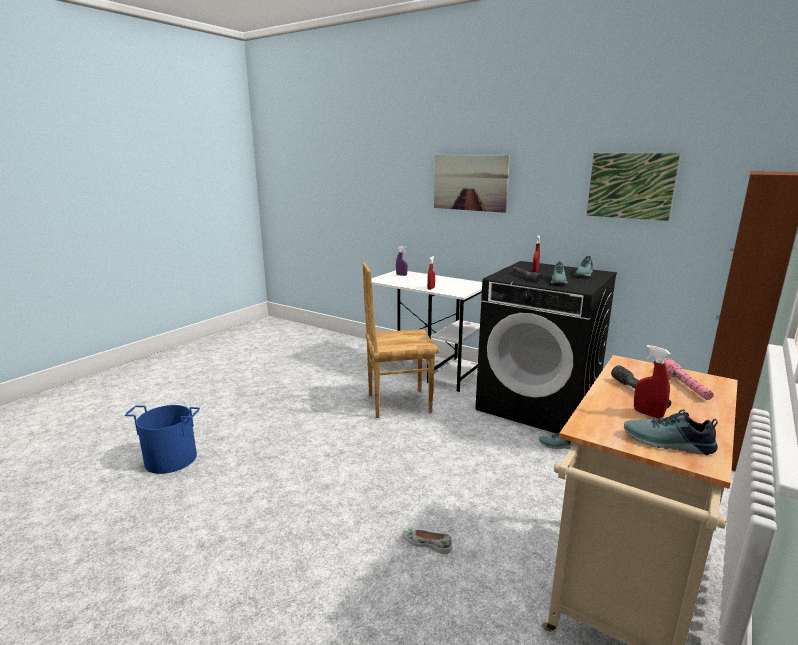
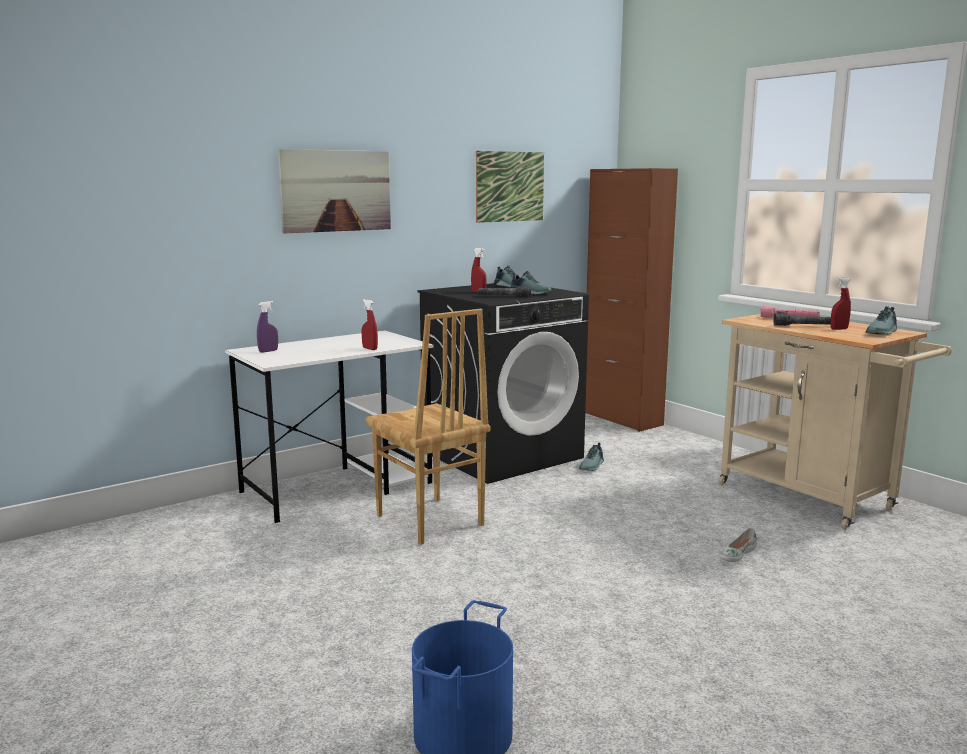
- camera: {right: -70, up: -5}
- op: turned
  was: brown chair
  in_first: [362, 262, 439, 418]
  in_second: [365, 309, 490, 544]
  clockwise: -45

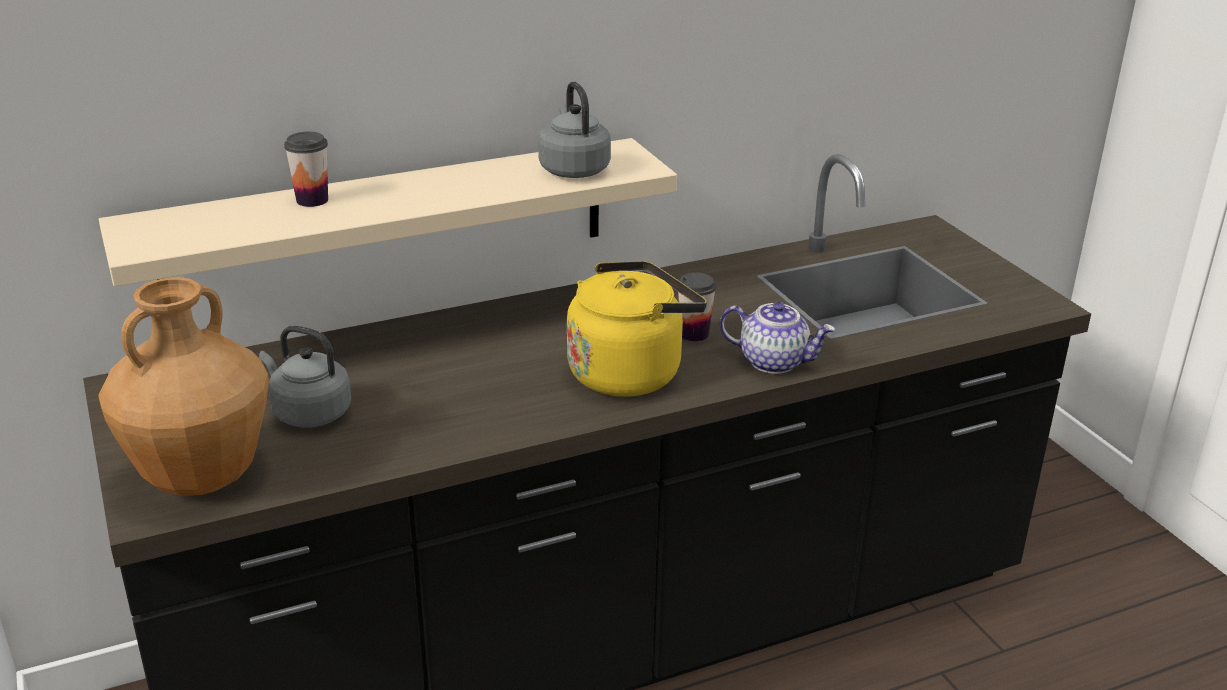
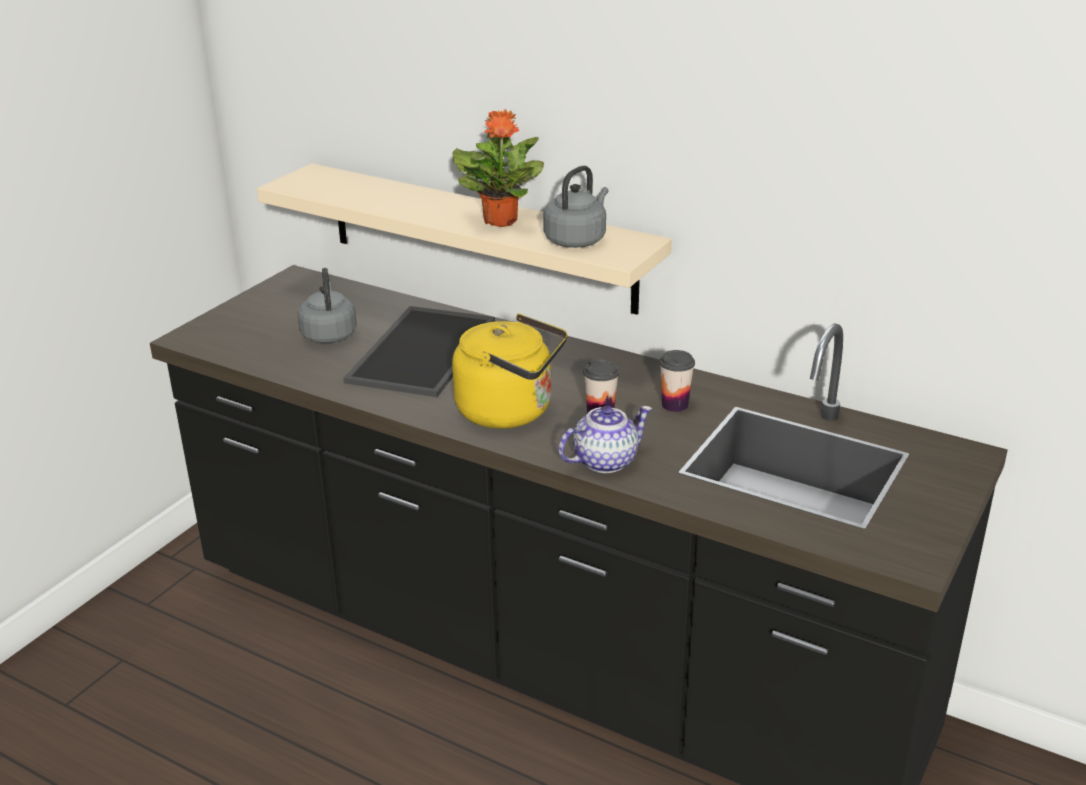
- camera: {right: 55, up: 0}
- op: added
  now: tray
  in_second: [344, 306, 495, 397]
- op: added
  now: potted plant
  in_second: [452, 109, 544, 227]
- op: turned
  was: teapot
  in_first: [720, 302, 835, 374]
  in_second: [558, 406, 652, 473]
  clockwise: -105
- op: moved
  was: cup
  in_first: [284, 132, 328, 207]
  in_second: [659, 350, 695, 412]
- op: removed
  was: brown vase
  in_first: [98, 277, 269, 496]

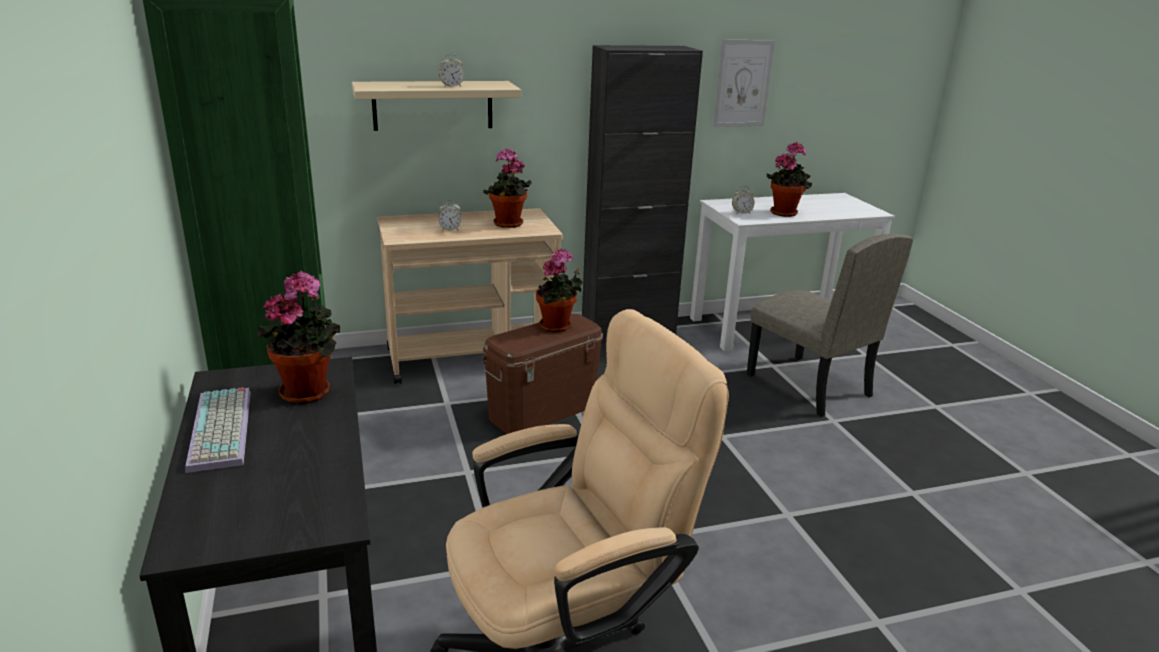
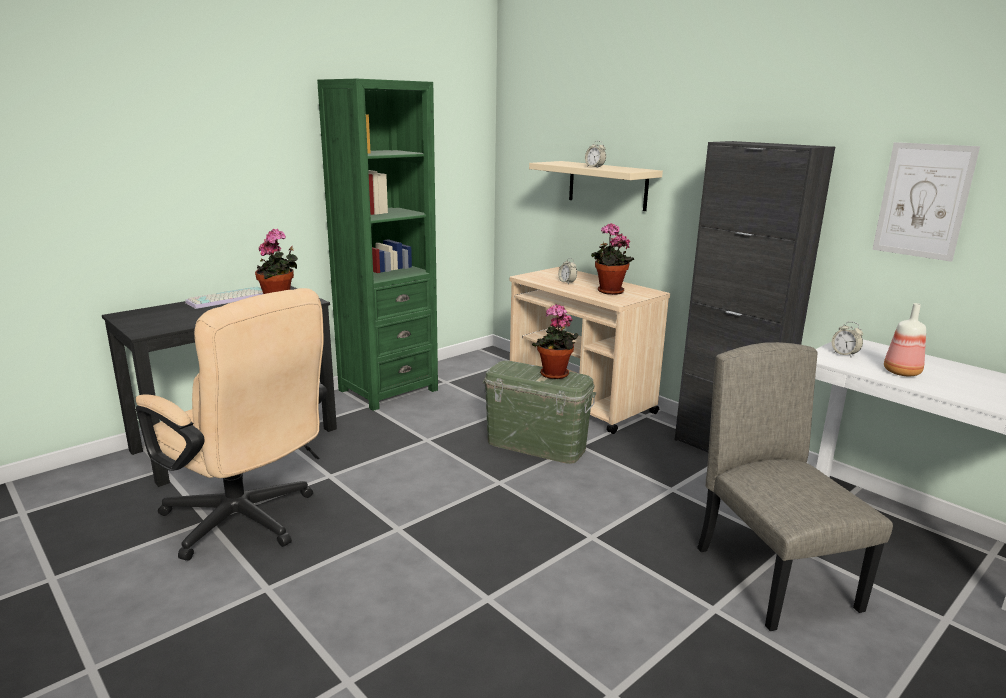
- camera: {right: 65, up: -5}
- op: recoloured
  was: brown storage box
  now: green storage box
  in_first: [482, 314, 603, 434]
  in_second: [483, 360, 596, 464]
- op: turned
  was: beige chair
  in_first: [747, 234, 913, 417]
  in_second: [697, 342, 893, 631]
  clockwise: 135
- op: replaced
  was: potted plant
  now: bottle
  in_first: [767, 142, 812, 217]
  in_second: [884, 303, 926, 376]

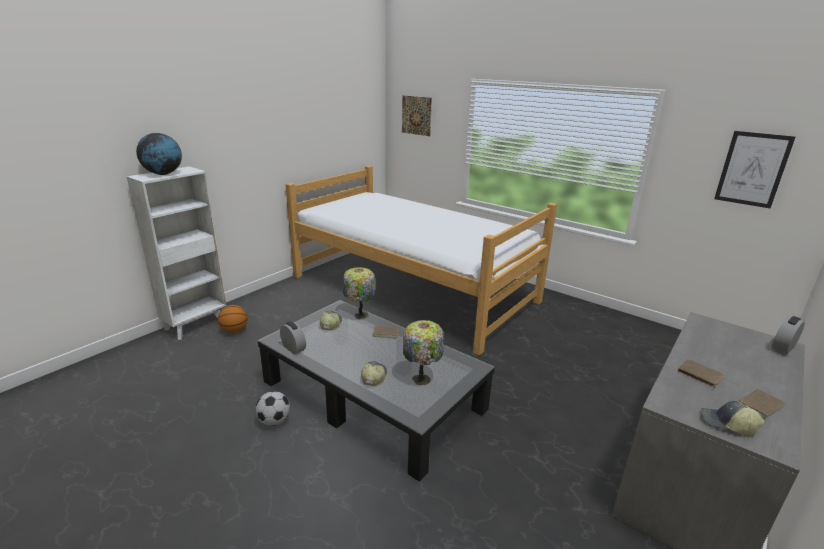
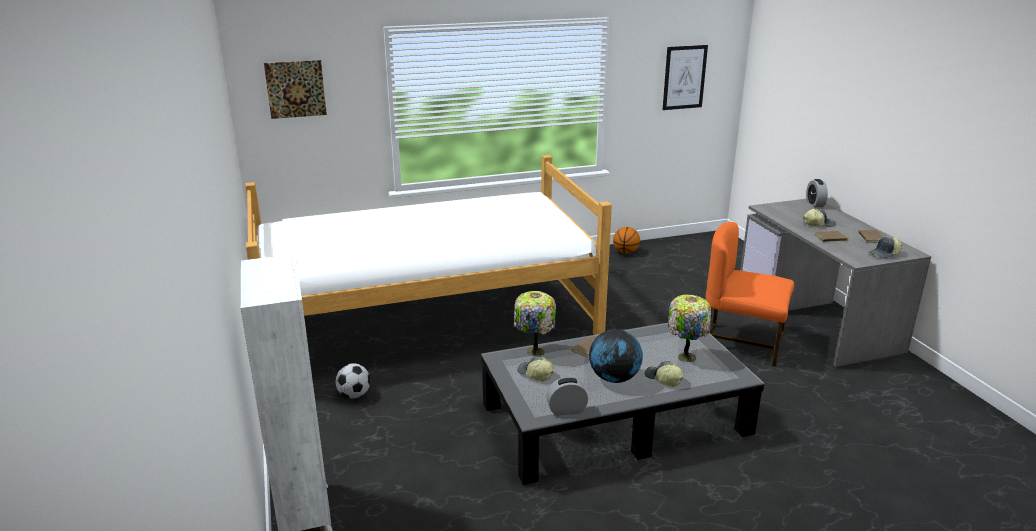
- camera: {right: -55, up: 0}
- op: moved
  was: football
  in_first: [255, 391, 290, 426]
  in_second: [335, 363, 370, 399]
- op: moved
  was: globe
  in_first: [136, 133, 182, 175]
  in_second: [589, 329, 643, 383]
- op: moved
  was: basketball
  in_first: [218, 305, 248, 333]
  in_second: [613, 227, 640, 254]
- op: added
  now: orange chair
  in_second: [705, 222, 794, 367]
- op: added
  now: cap
  in_second: [803, 208, 836, 227]

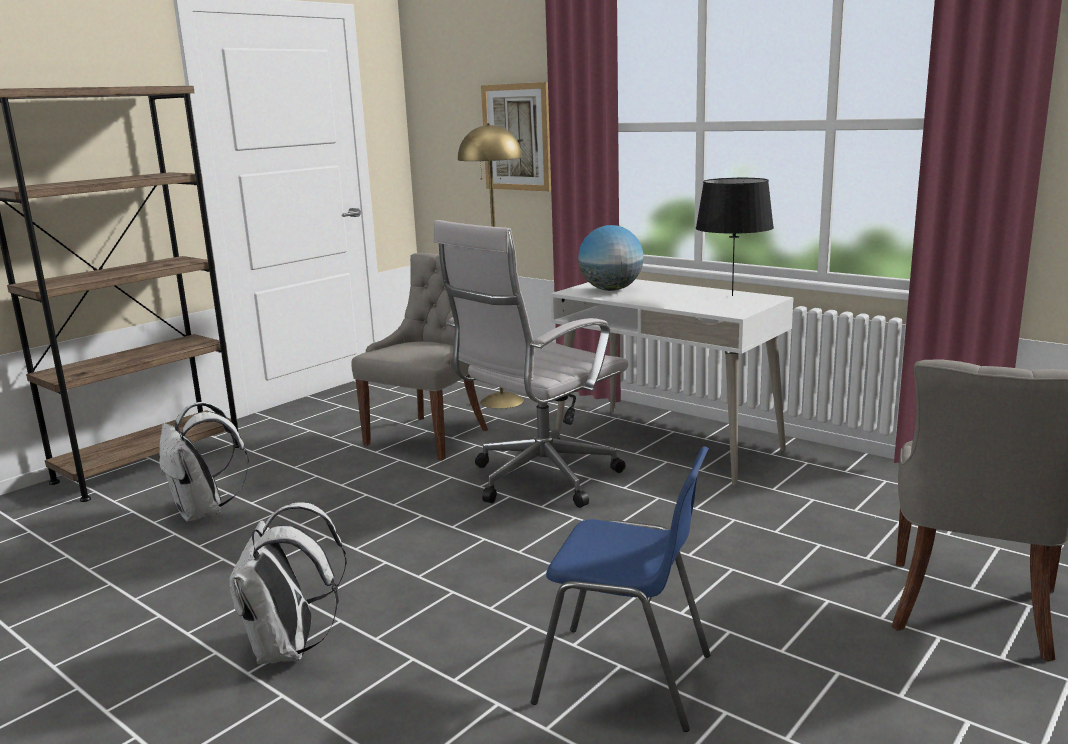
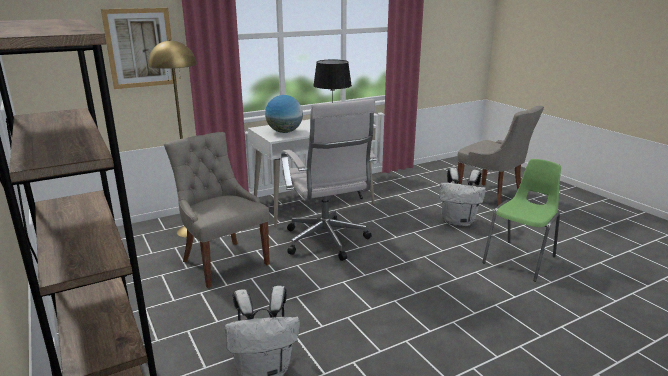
- camera: {right: -70, up: 5}
- op: moved
  was: white backpack
  in_first: [229, 502, 347, 664]
  in_second: [439, 168, 486, 226]
- op: recoloured
  was: blue chair
  now: green chair
  in_first: [531, 446, 710, 732]
  in_second: [482, 159, 561, 282]

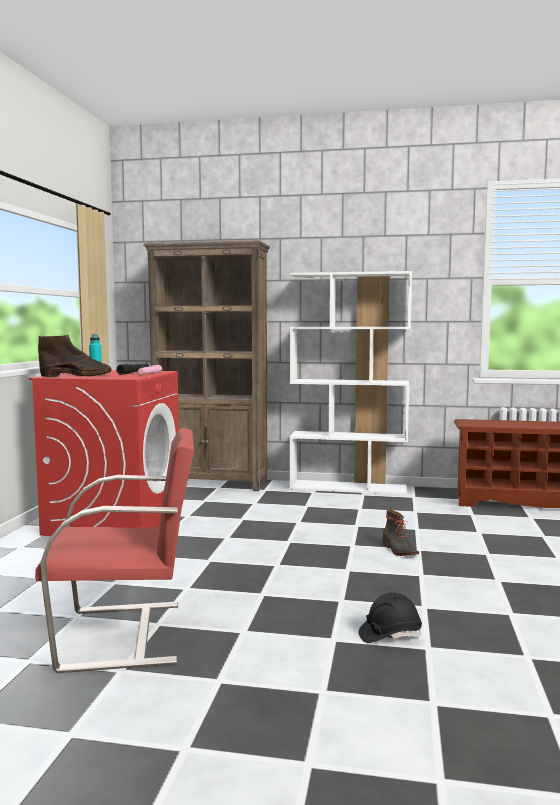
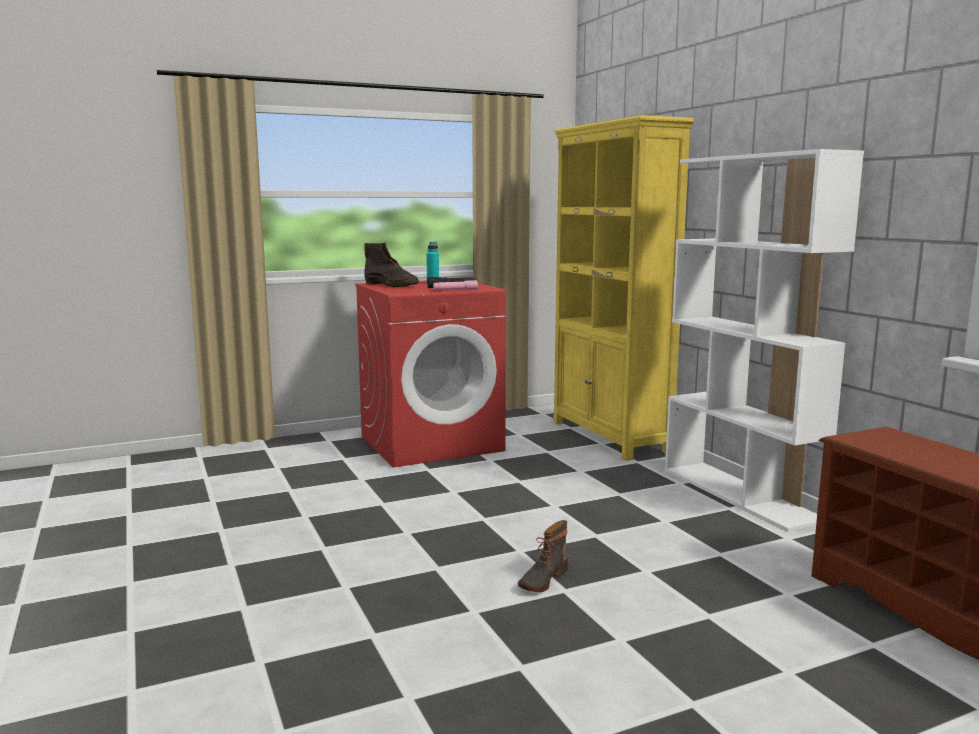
- camera: {right: 55, up: 5}
- op: recoloured
  was: brown bookcase
  now: yellow bookcase
  in_first: [143, 240, 270, 491]
  in_second: [553, 115, 694, 461]
- op: removed
  was: red chair
  in_first: [35, 428, 194, 673]
- op: removed
  was: black hard hat
  in_first: [359, 592, 422, 643]

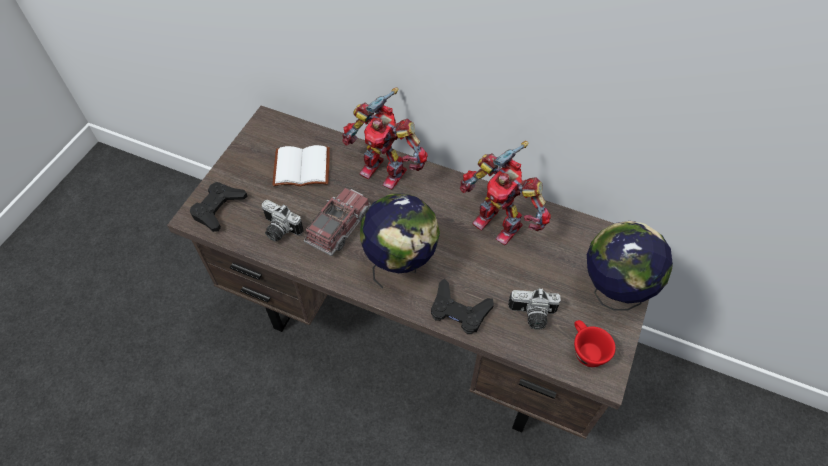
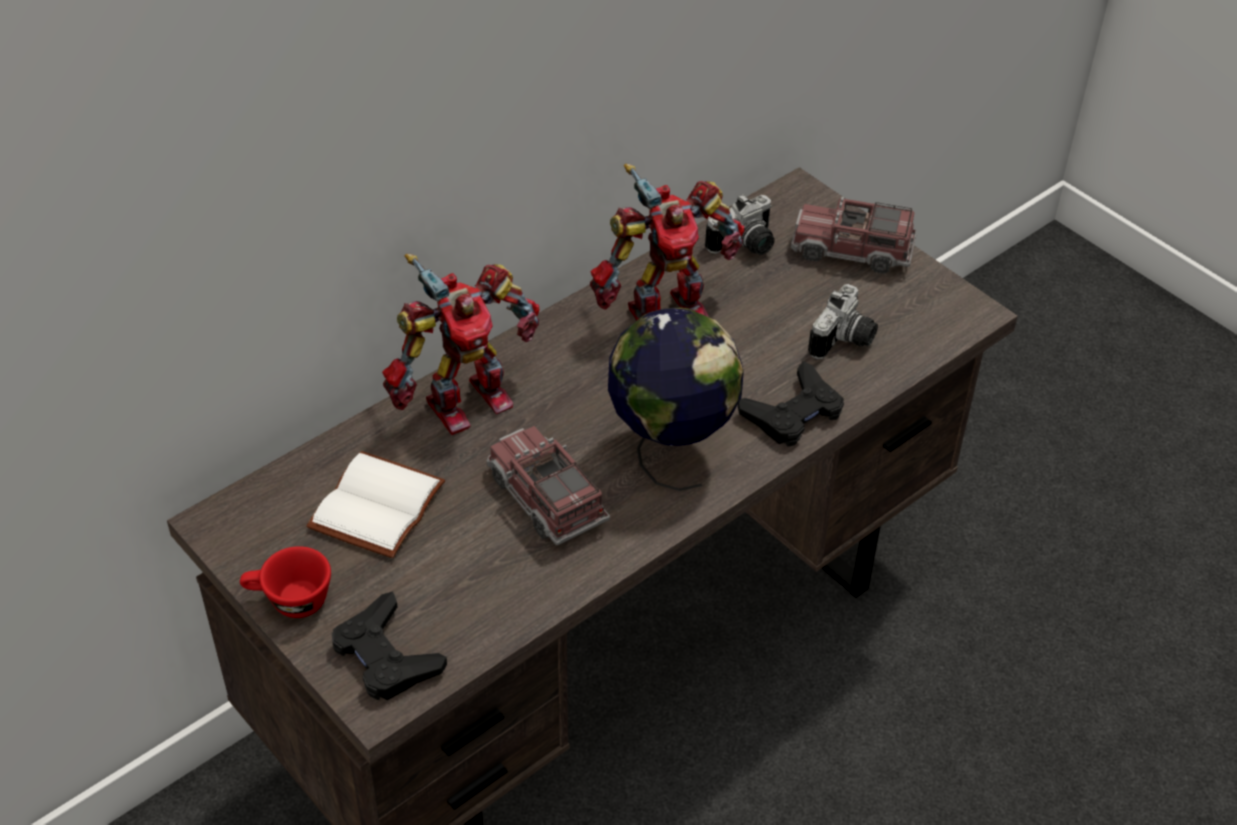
- camera: {right: -65, up: -10}
- op: moved
  was: red cup
  in_first: [574, 320, 616, 367]
  in_second: [240, 546, 331, 618]
- op: moved
  was: photo camera
  in_first: [261, 200, 304, 242]
  in_second: [705, 194, 775, 255]
- op: replaced
  was: globe
  now: toy truck
  in_first: [587, 221, 673, 311]
  in_second: [791, 197, 917, 274]

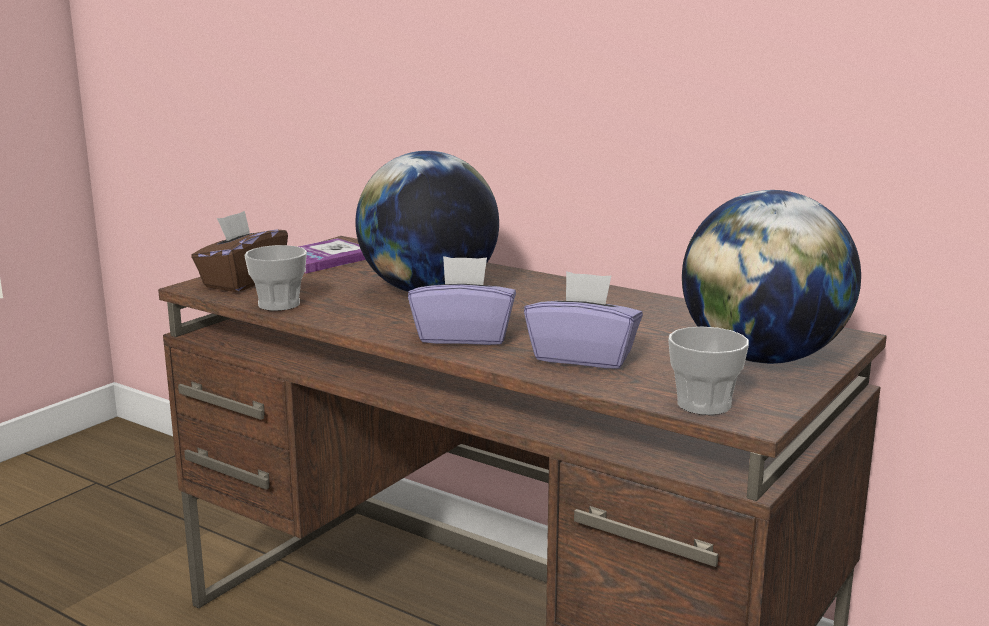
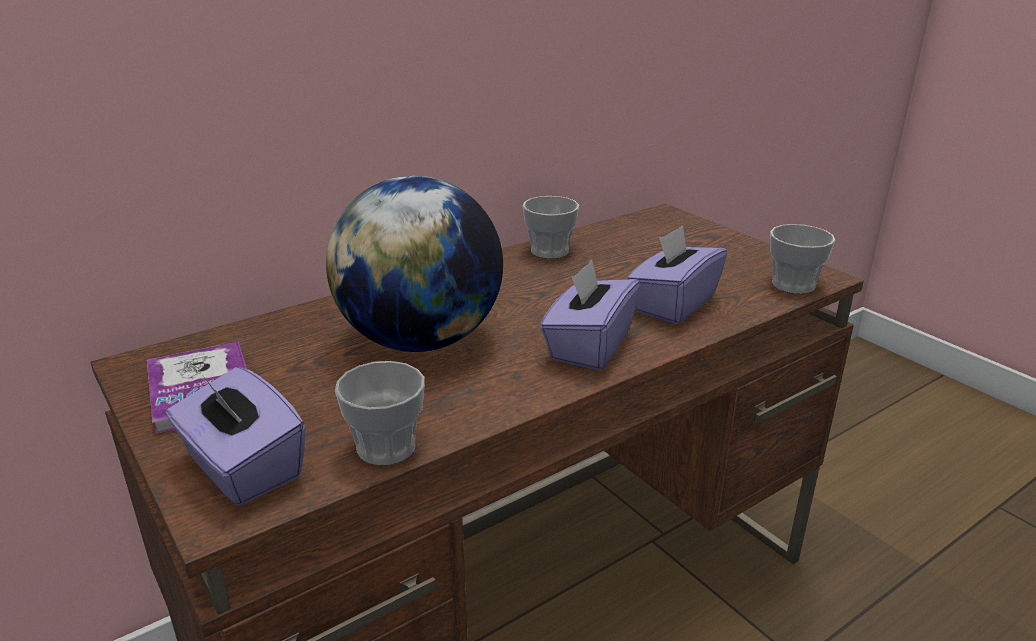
- camera: {right: -70, up: 10}
- op: recoloured
  was: brown tissue box
  now: purple tissue box
  in_first: [191, 211, 288, 292]
  in_second: [166, 367, 306, 506]
- op: added
  now: cup
  in_second: [523, 196, 579, 259]
- op: removed
  was: globe
  in_first: [682, 190, 861, 364]

